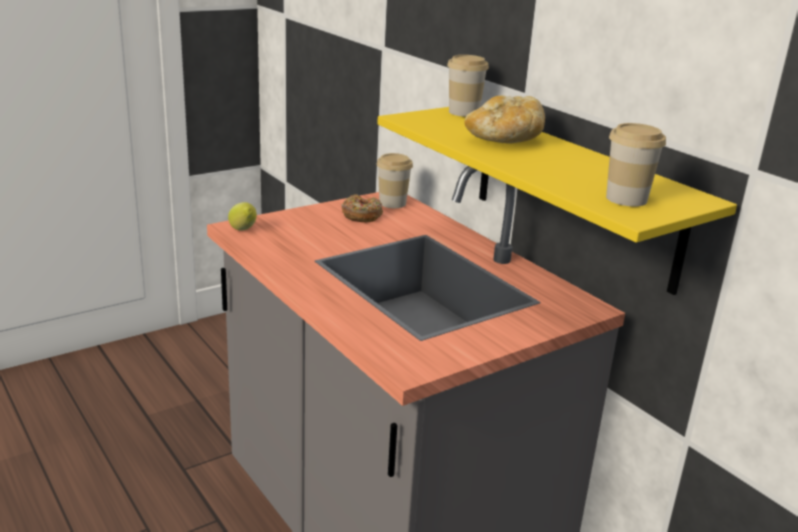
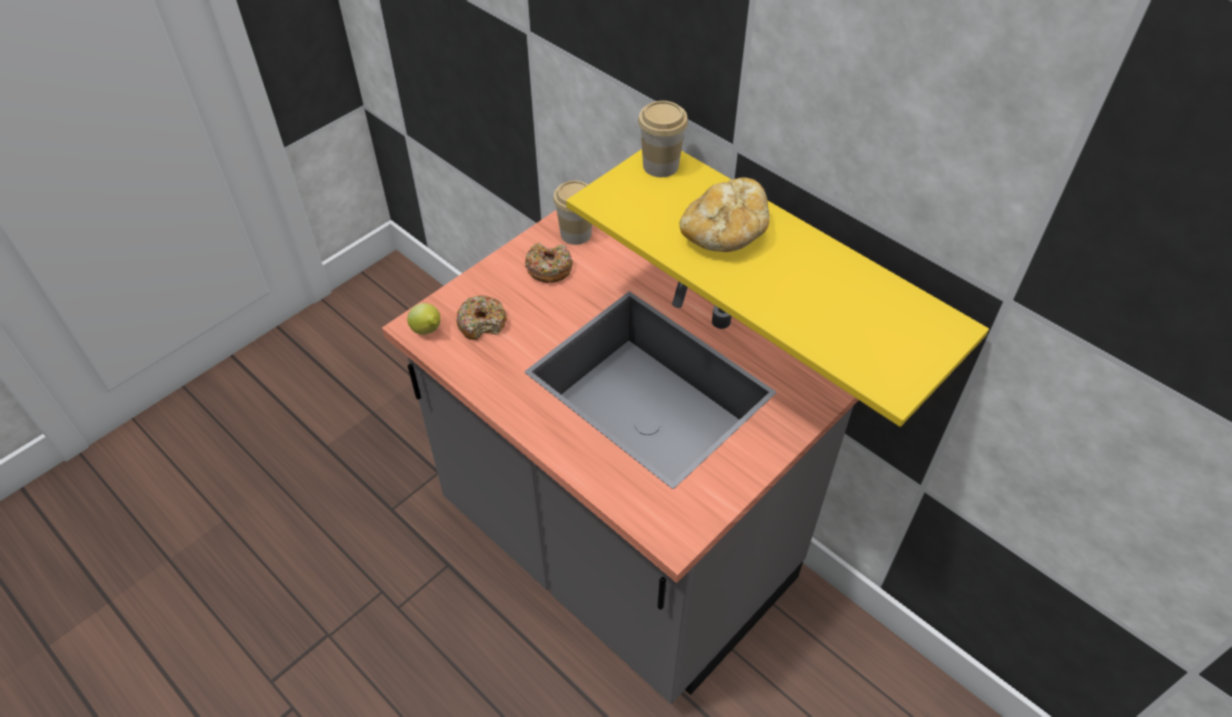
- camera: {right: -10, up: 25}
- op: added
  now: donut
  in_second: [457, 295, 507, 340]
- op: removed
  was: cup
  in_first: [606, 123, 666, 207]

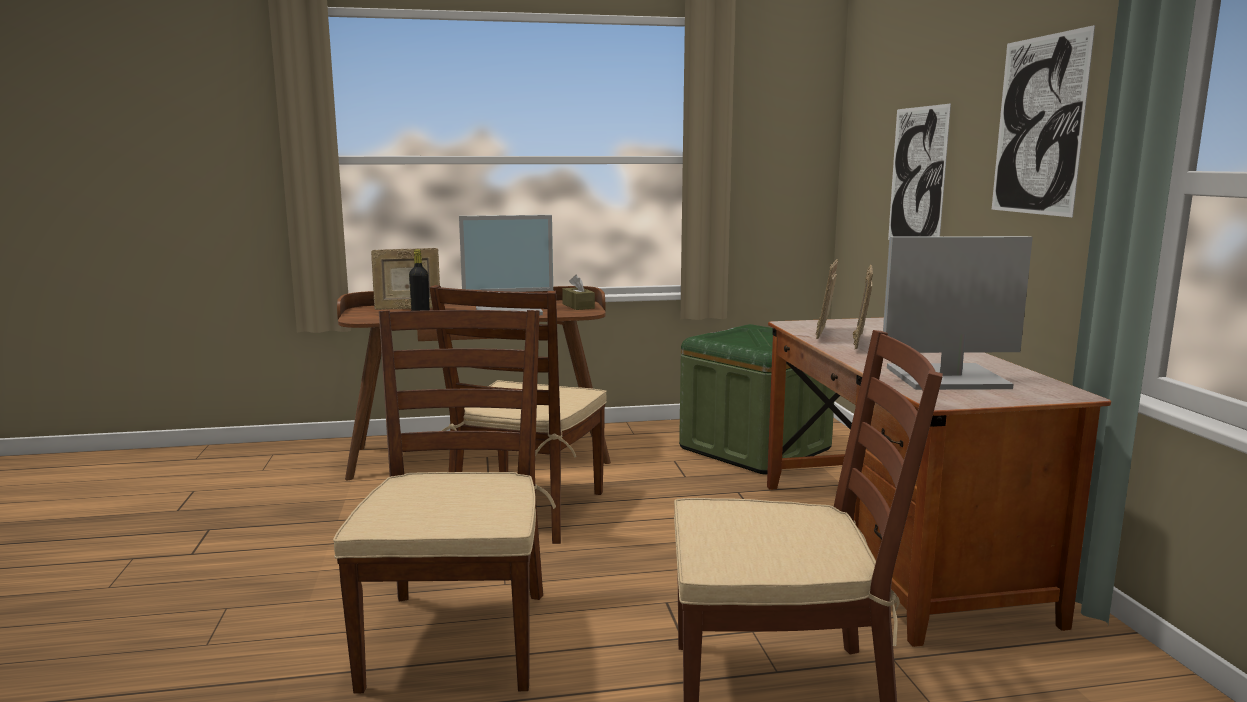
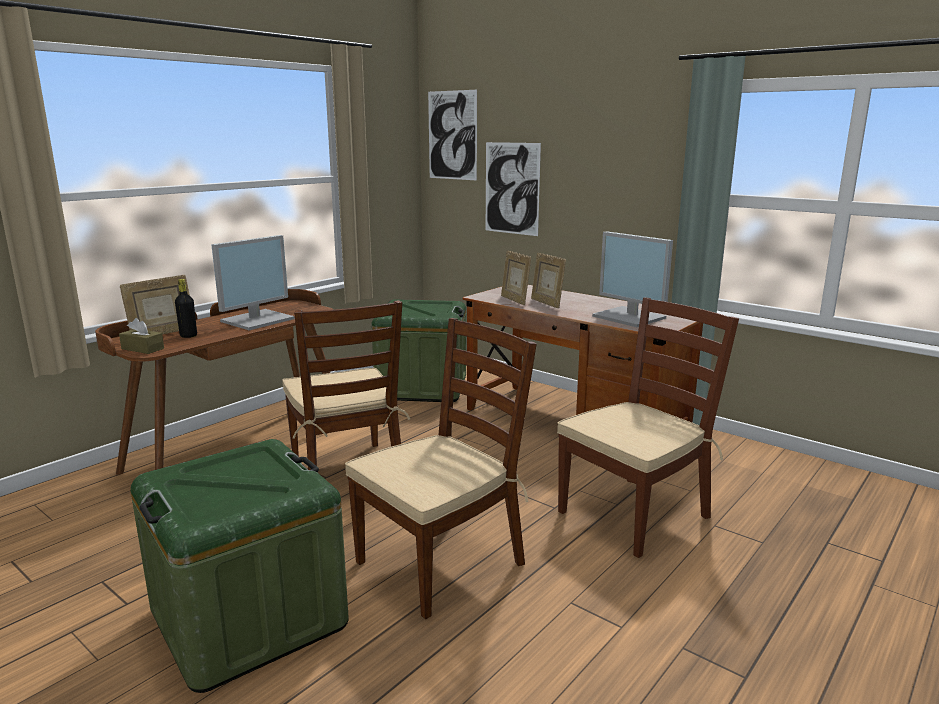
- camera: {right: -40, up: 5}
- op: moved
  was: brown tissue box
  in_first: [562, 275, 595, 310]
  in_second: [119, 318, 164, 354]
- op: added
  now: green storage box
  in_second: [131, 439, 349, 693]
- op: turned
  was: brown chair
  in_first: [333, 310, 556, 693]
  in_second: [345, 318, 537, 619]
  clockwise: 90
- op: moved
  was: picture
  in_first: [992, 25, 1095, 217]
  in_second: [428, 90, 477, 181]
- op: turned
  was: monitor
  in_first: [883, 236, 1033, 390]
  in_second: [592, 231, 673, 327]
  clockwise: -90

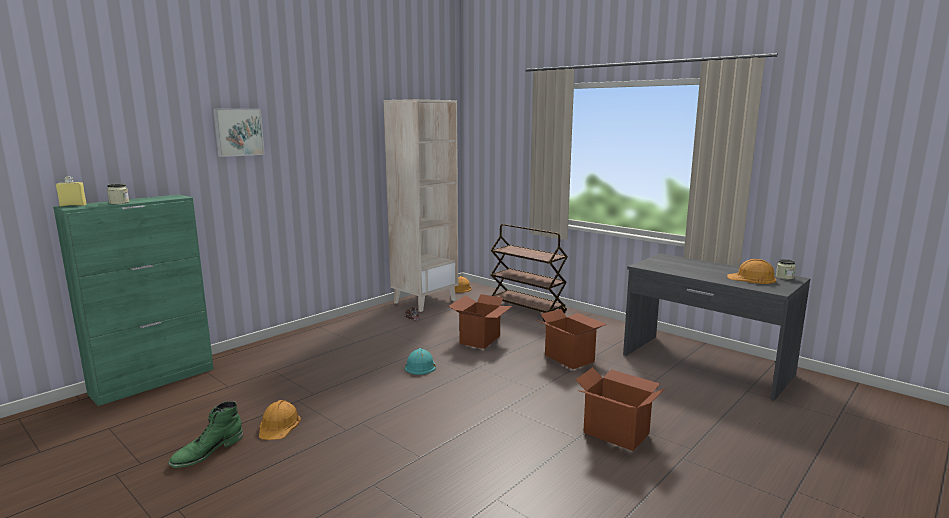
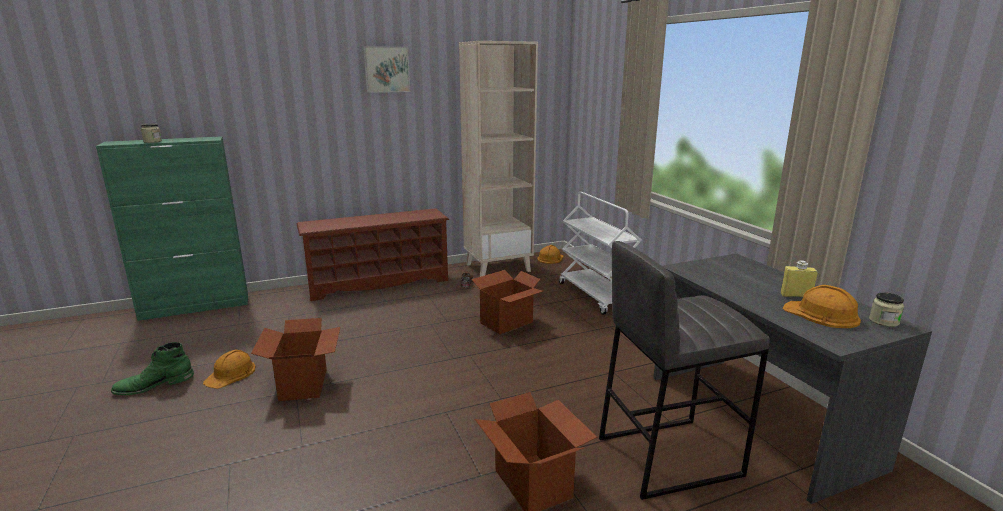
- camera: {right: 25, up: 5}
- op: moved
  was: cardboard box
  in_first: [537, 309, 607, 369]
  in_second: [251, 318, 340, 401]
- op: added
  now: brown shoe rack
  in_second: [296, 208, 449, 301]
- op: moved
  was: picture
  in_first: [213, 109, 265, 157]
  in_second: [363, 46, 410, 93]
- op: recoloured
  was: brown cart
  now: white cart
  in_first: [491, 224, 568, 322]
  in_second: [559, 192, 642, 315]
- op: added
  now: grey stool
  in_second: [599, 241, 770, 500]
- op: moved
  was: yellow bottle
  in_first: [56, 177, 87, 207]
  in_second: [781, 260, 818, 297]
- op: removed
  was: turquoise hard hat
  in_first: [405, 348, 436, 375]

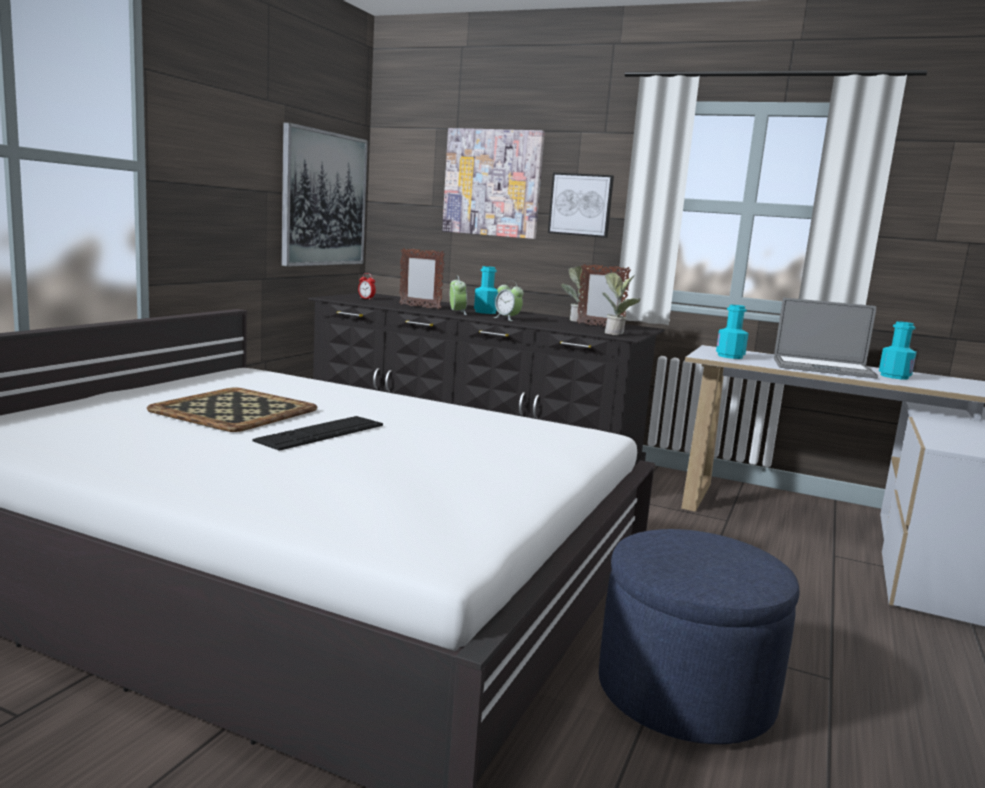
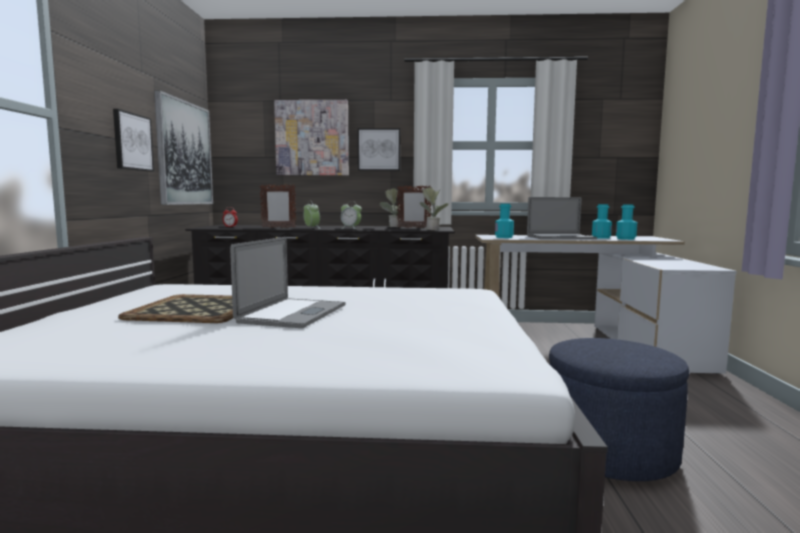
- camera: {right: -20, up: -5}
- op: added
  now: picture
  in_second: [113, 109, 154, 172]
- op: replaced
  was: keyboard
  now: laptop
  in_first: [253, 416, 383, 451]
  in_second: [230, 237, 346, 328]
- op: moved
  was: turquoise bottle
  in_first: [474, 266, 498, 314]
  in_second: [616, 204, 637, 240]

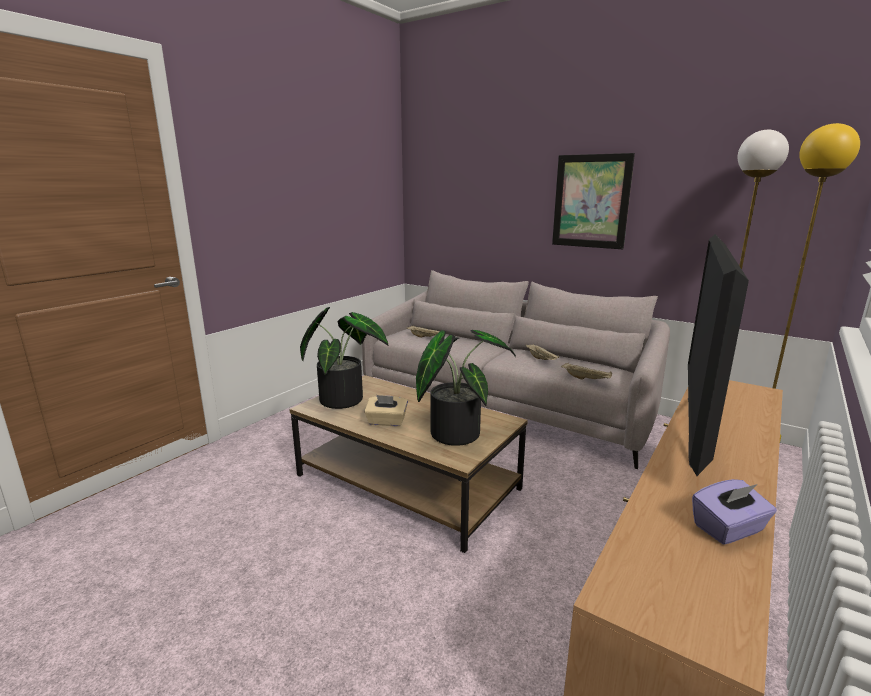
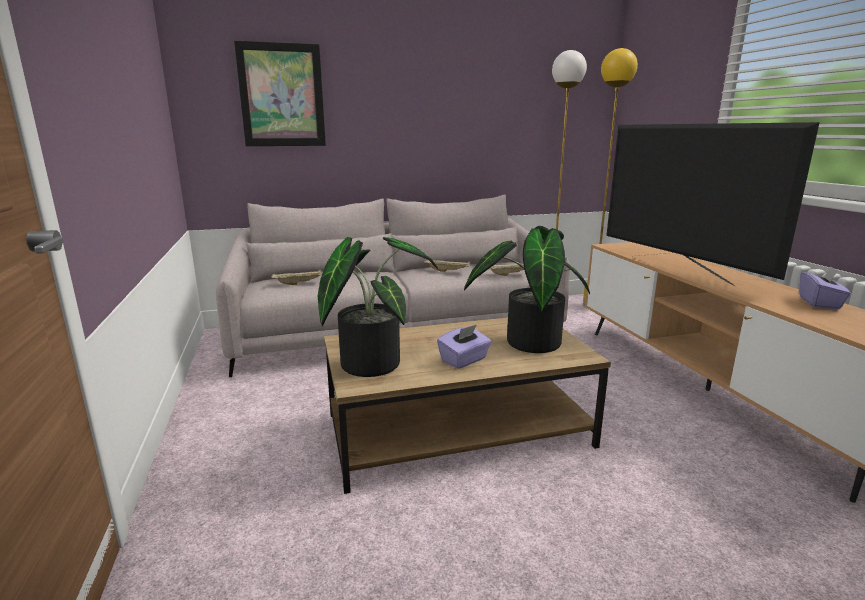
- camera: {right: -50, up: 0}
- op: moved
  was: picture
  in_first: [552, 153, 635, 249]
  in_second: [234, 41, 326, 146]
- op: recoloured
  was: beige tissue box
  now: purple tissue box
  in_first: [364, 395, 408, 427]
  in_second: [437, 324, 491, 369]

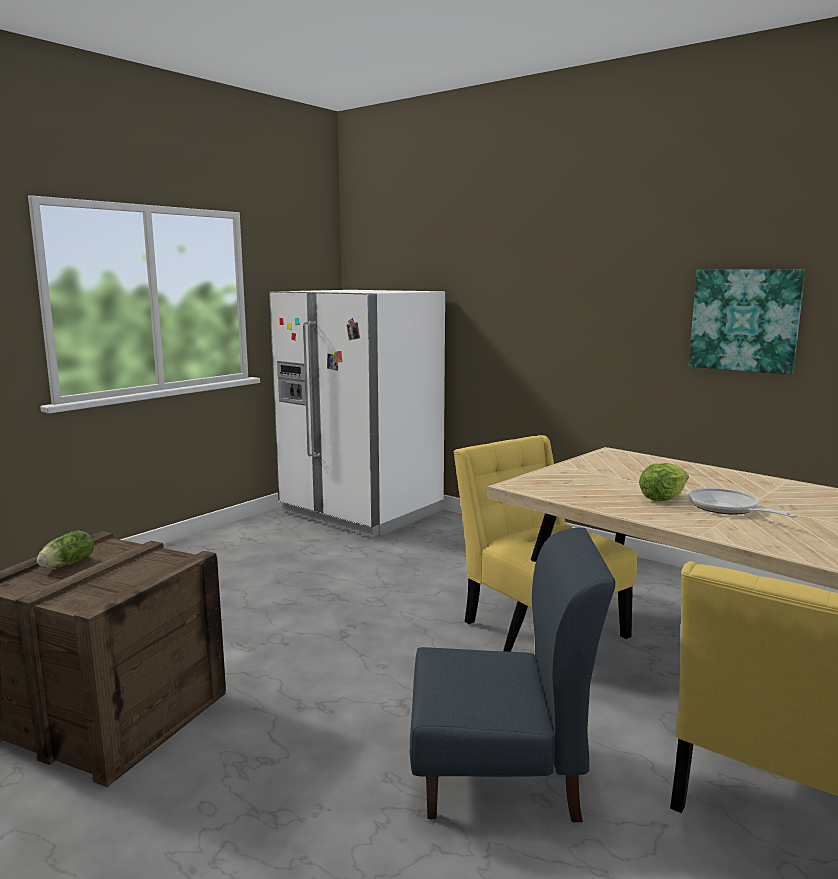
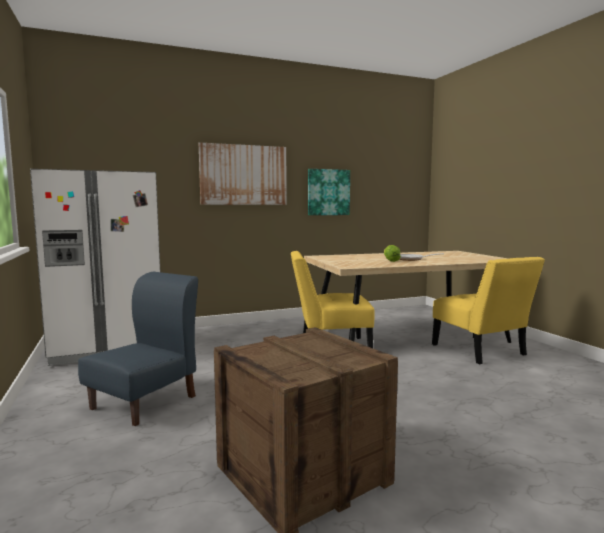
- camera: {right: -60, up: -5}
- op: moved
  was: blue chair
  in_first: [410, 528, 615, 822]
  in_second: [78, 272, 198, 426]
- op: added
  now: picture
  in_second: [199, 142, 287, 205]
- op: removed
  was: lettuce
  in_first: [37, 530, 94, 568]

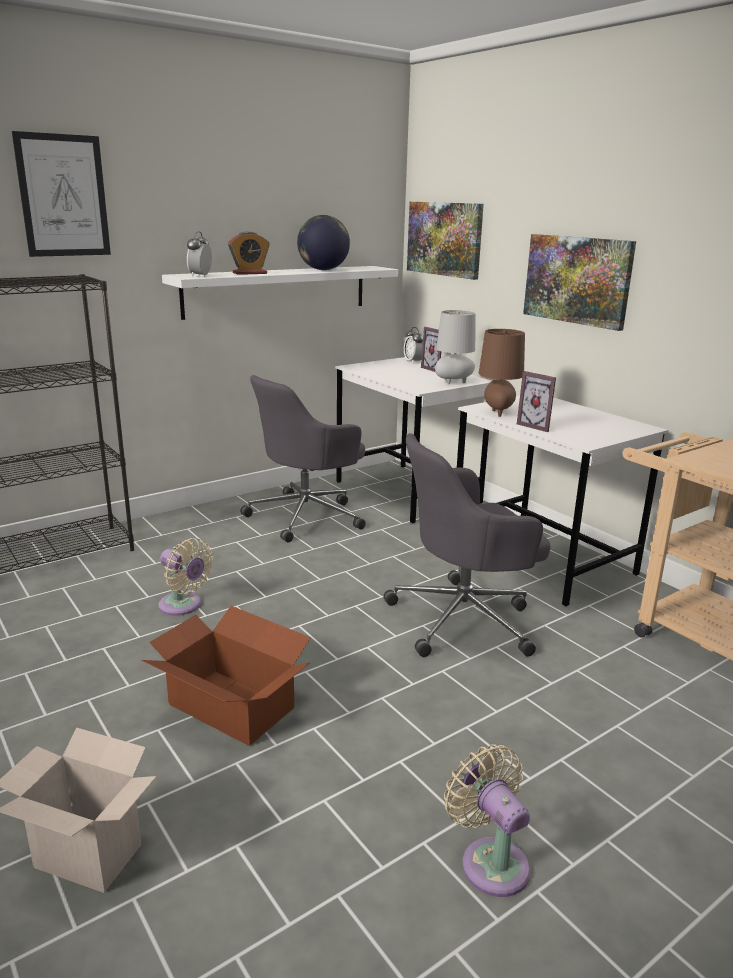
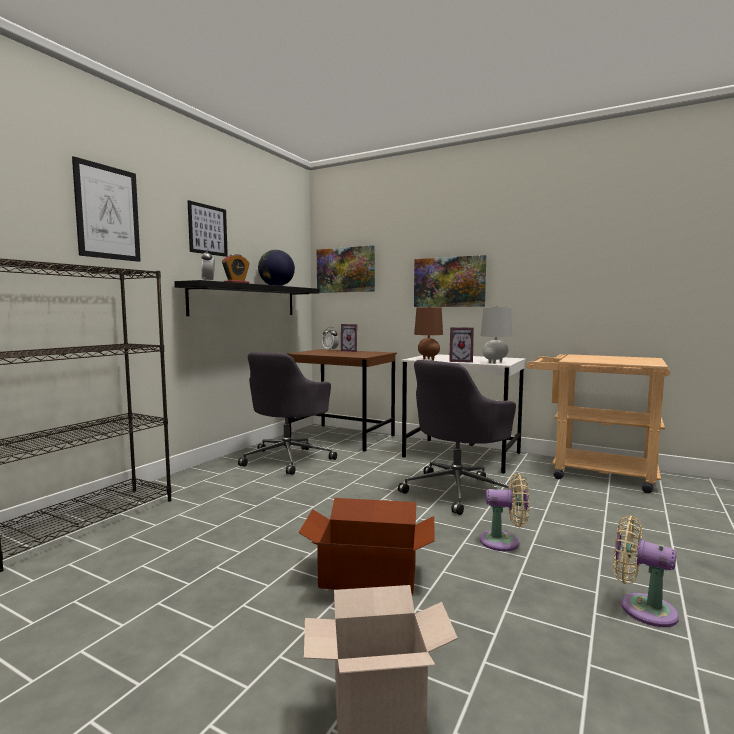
- camera: {right: -25, up: -15}
- op: recoloured
  was: white shelf
  now: black shelf
  in_first: [162, 266, 398, 320]
  in_second: [174, 280, 319, 316]
- op: added
  now: picture
  in_second: [188, 200, 228, 257]
- op: recoloured
  was: white desk
  now: brown desk
  in_first: [335, 357, 492, 523]
  in_second: [286, 349, 397, 452]
- op: moved
  was: beige fan
  in_first: [158, 538, 213, 616]
  in_second: [480, 473, 530, 551]
- op: moved
  was: grey table lamp
  in_first: [435, 310, 475, 384]
  in_second: [481, 306, 512, 364]

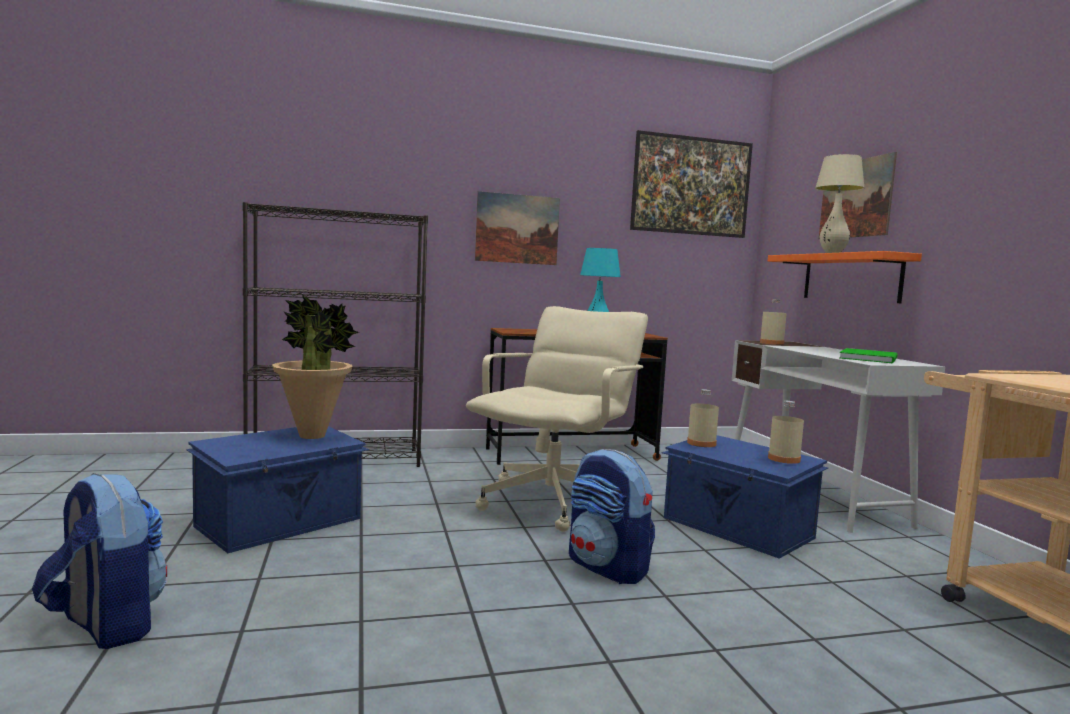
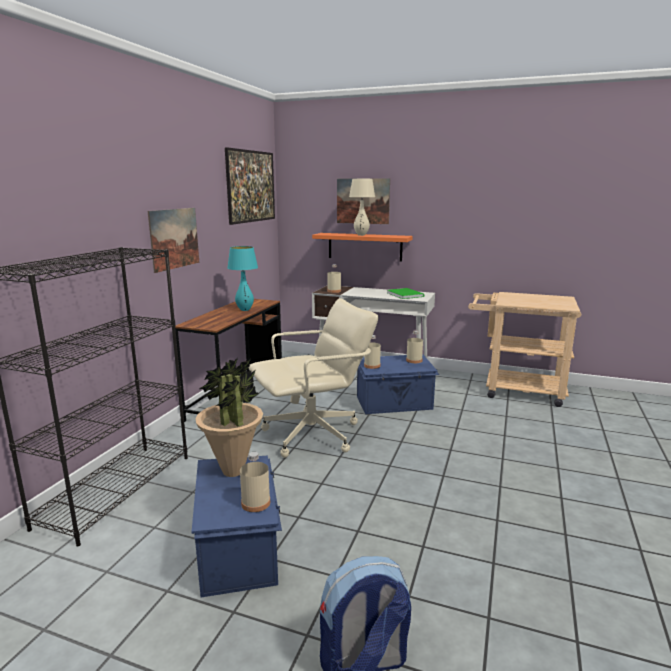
- camera: {right: -55, up: 10}
- op: added
  now: beige bottle
  in_second: [240, 452, 270, 512]
- op: turned
  was: beige office chair
  in_first: [466, 306, 648, 532]
  in_second: [249, 298, 378, 458]
  clockwise: 90
- op: removed
  was: backpack
  in_first: [569, 449, 655, 584]

